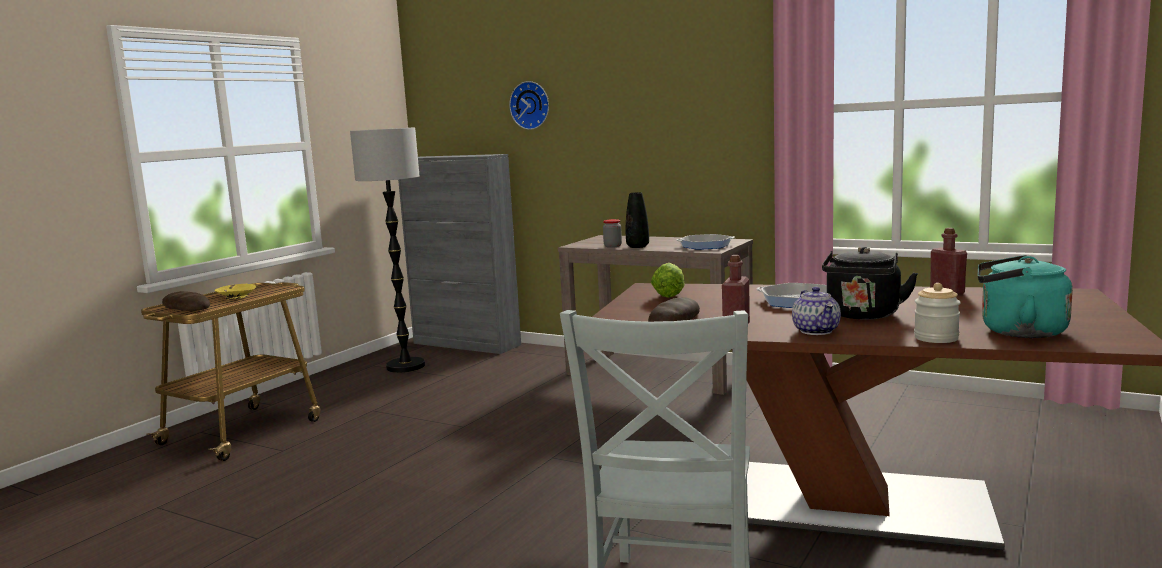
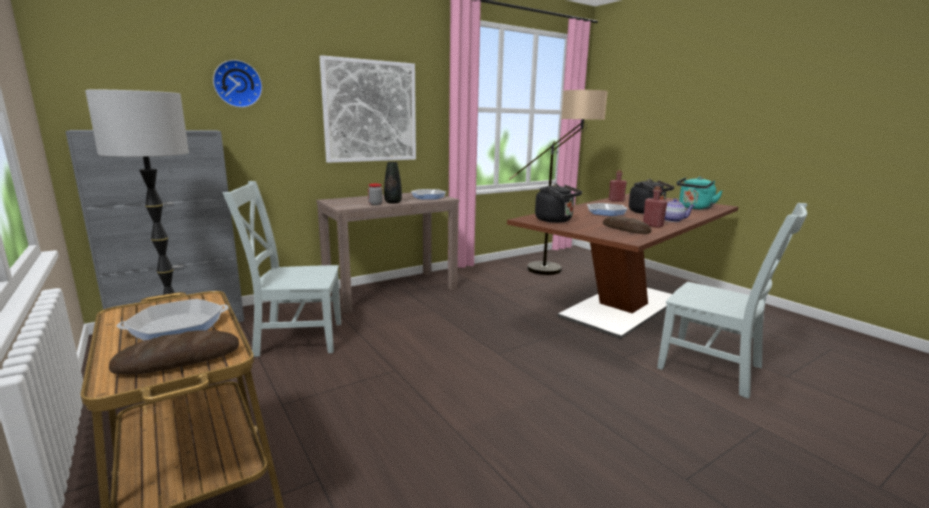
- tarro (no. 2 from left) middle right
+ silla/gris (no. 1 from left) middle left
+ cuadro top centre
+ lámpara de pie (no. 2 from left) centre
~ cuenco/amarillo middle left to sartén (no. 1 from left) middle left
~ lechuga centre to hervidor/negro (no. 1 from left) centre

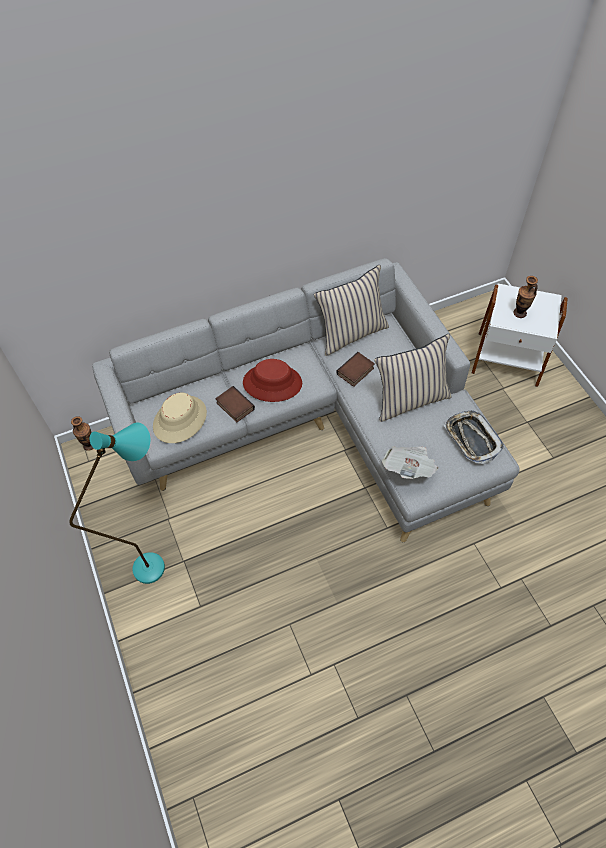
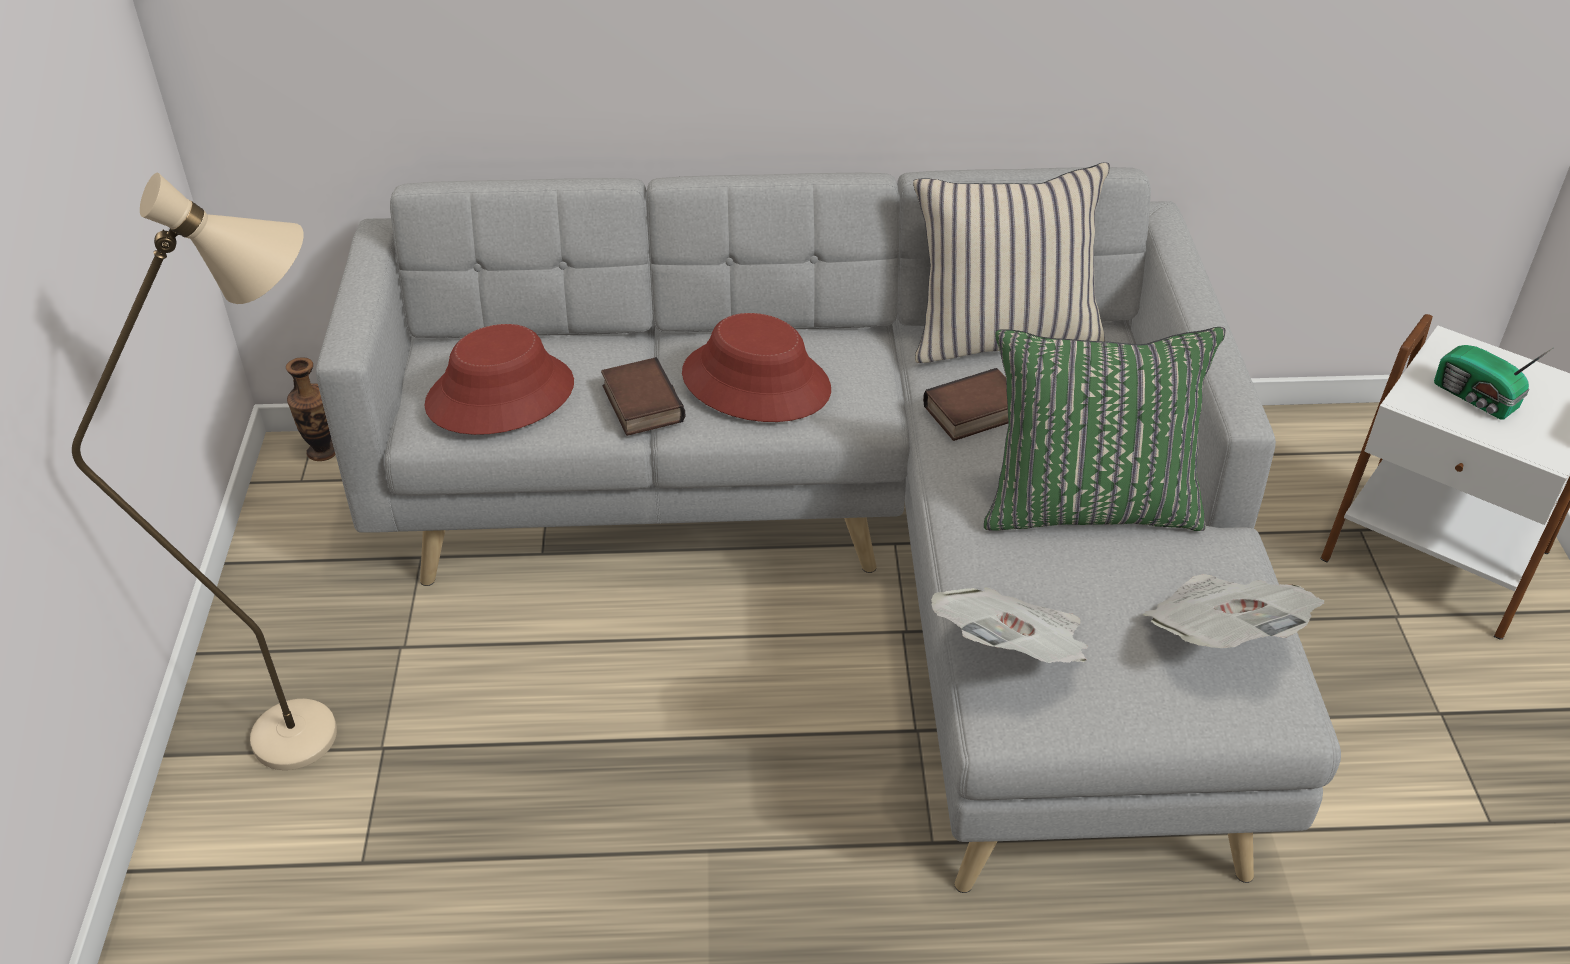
~ bandeja middle right to periódico (no. 2 from left) middle right
~ florero (no. 2 from left) middle right to radio middle right
~ lámpara de pie/turquesa middle left to lámpara de pie/beis middle left
~ sombrero/beis middle left to sombrero/rojo (no. 1 from left) middle left
~ cojín/beis (no. 2 from left) middle right to cojín/verde middle right

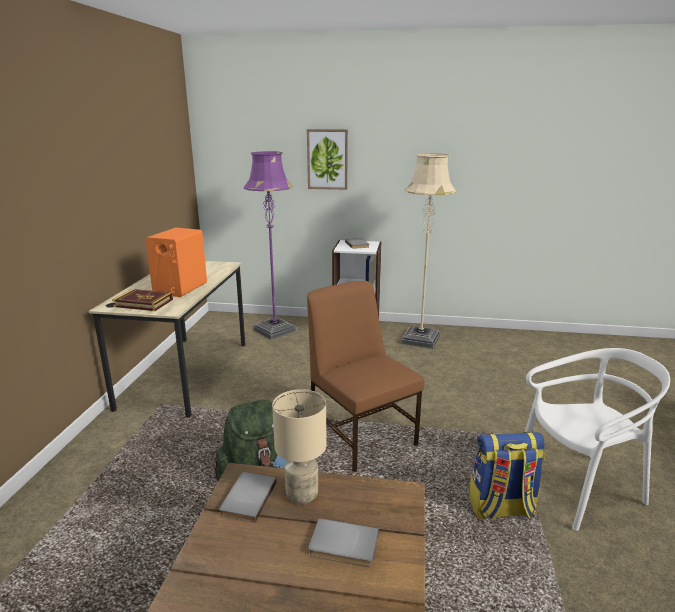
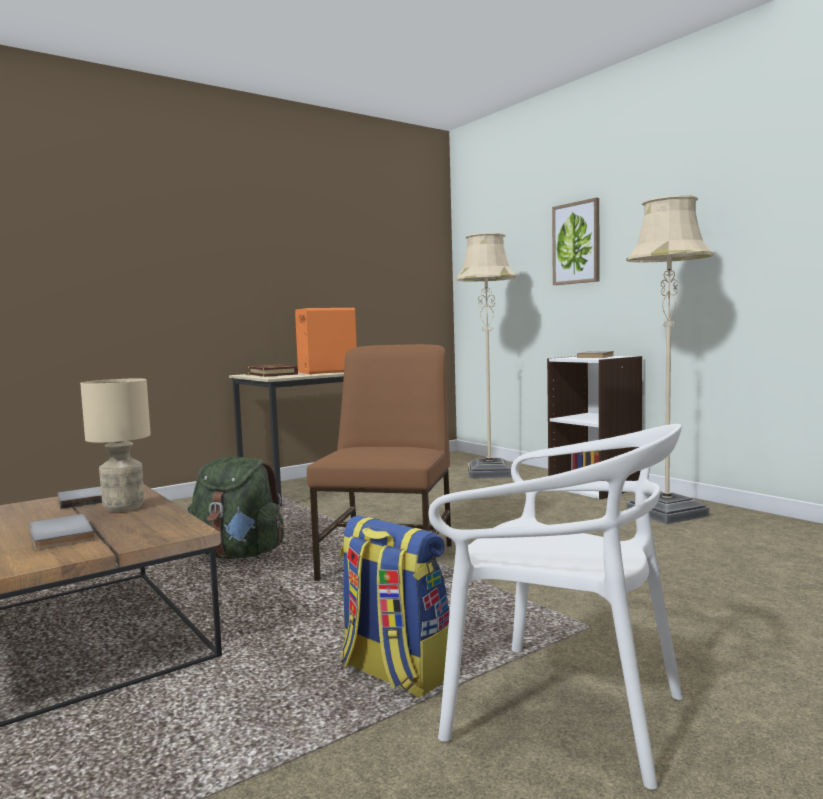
~ lámpara de pie/morado centre to lámpara de pie/beis (no. 1 from left) centre

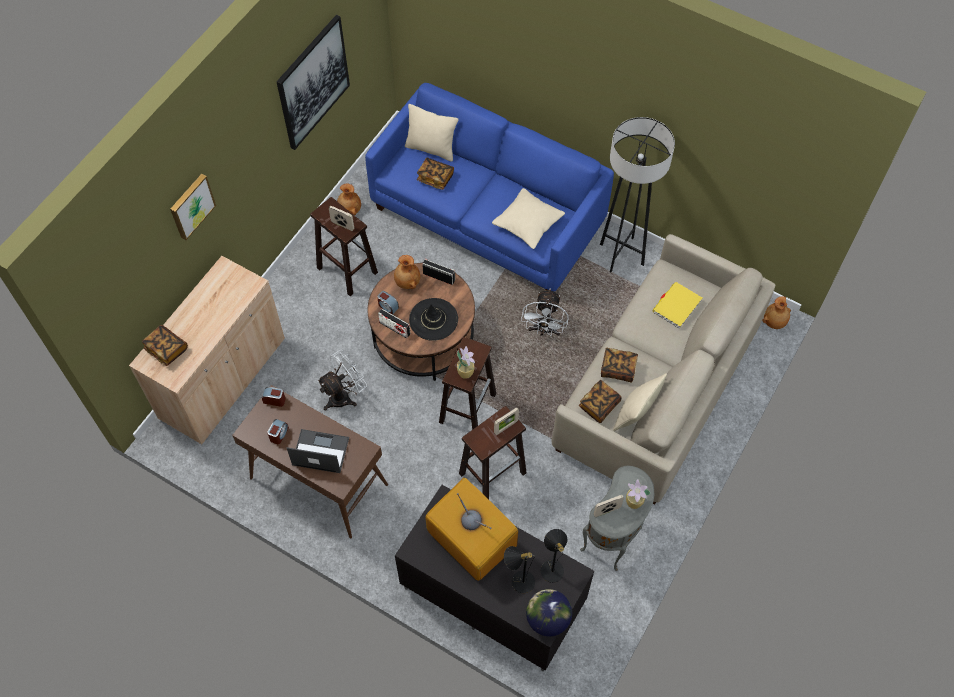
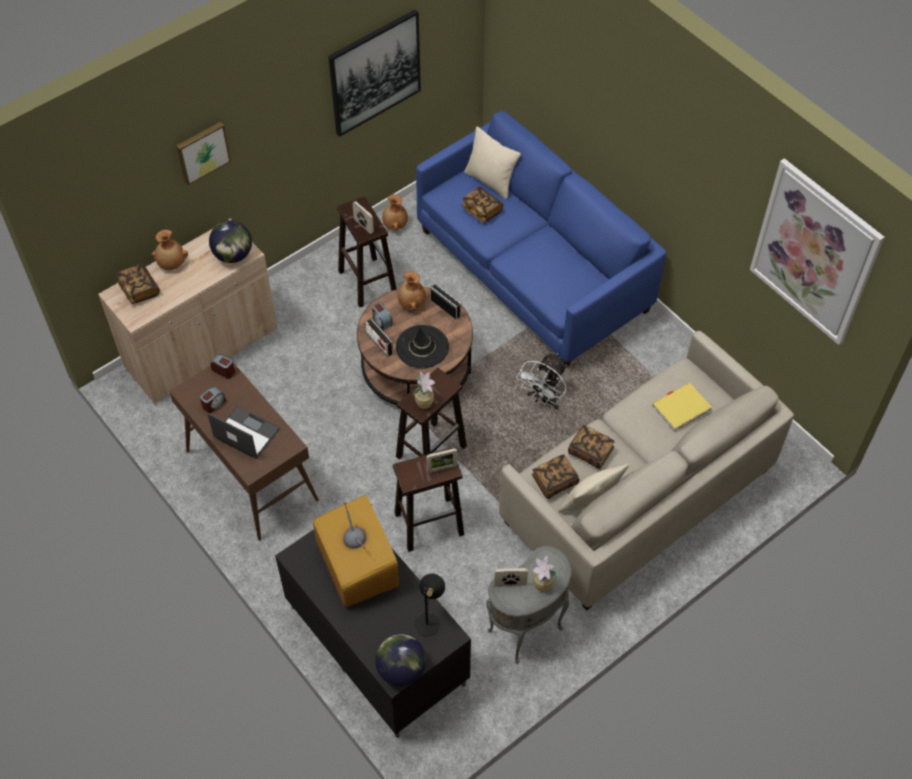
- ventilador/blanco (no. 1 from left) centre
- cojín/beis (no. 2 from left) top centre
- lámpara de mesa/negro (no. 1 from left) bottom centre
- lámpara de pie/gris top right
+ globo terráqueo (no. 1 from left) top left
+ cuadro (no. 3 from left) top right
~ florero/marrón (no. 3 from left in the first image) middle right to florero/marrón (no. 1 from left) top left

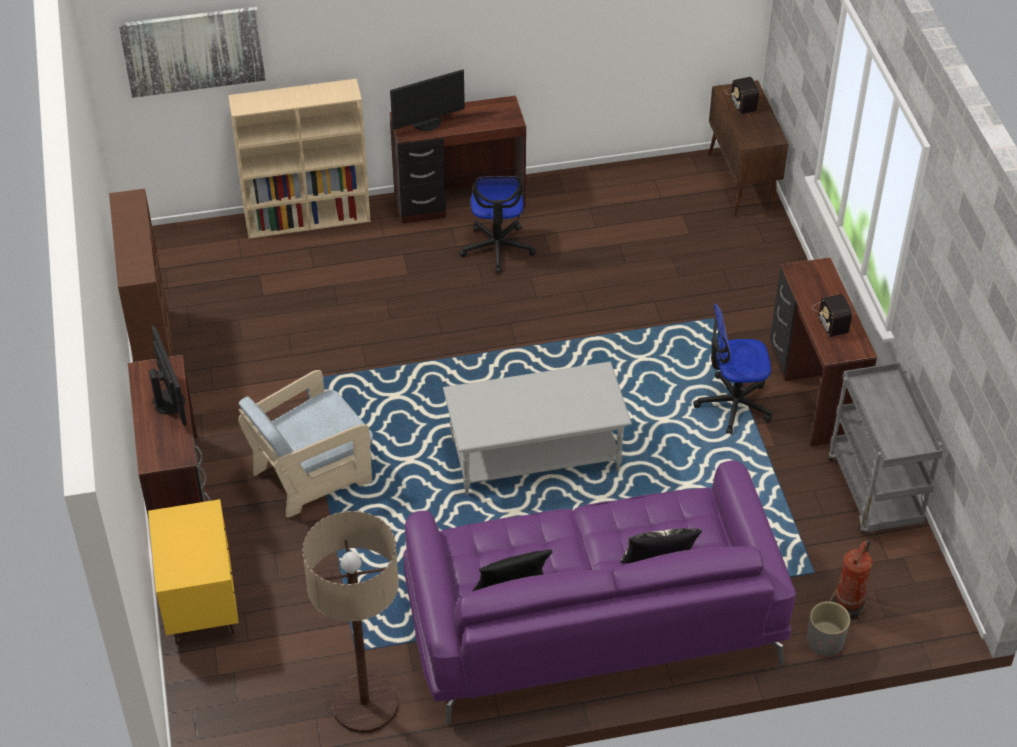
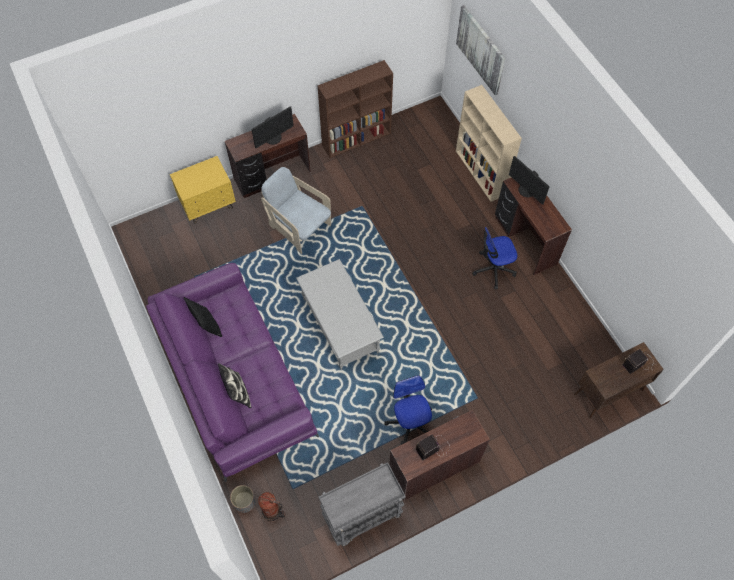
- lámpara de pie bottom centre

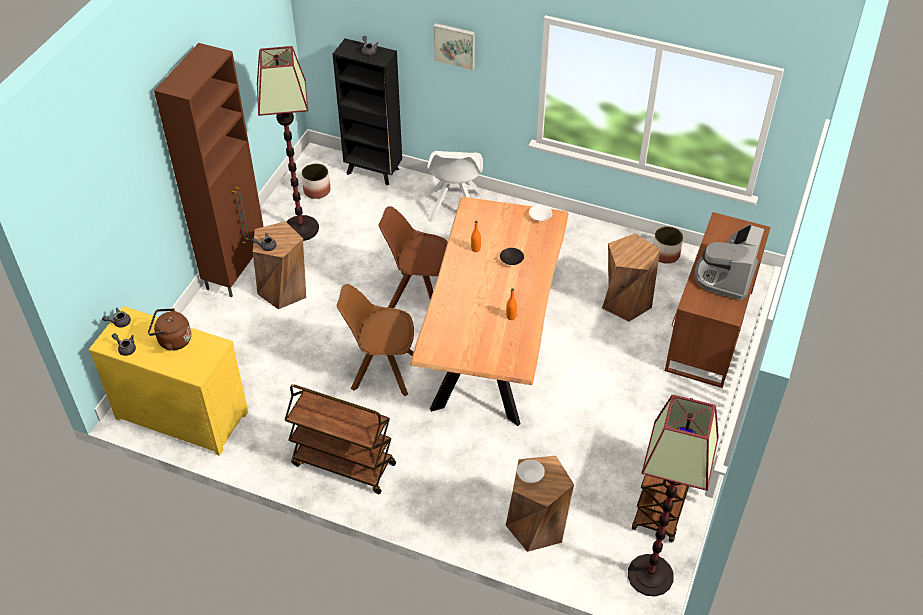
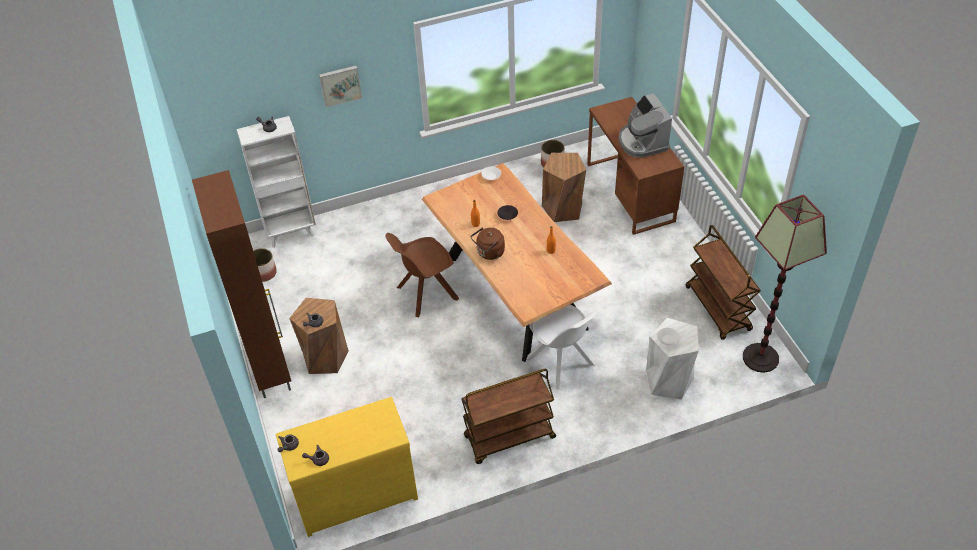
- lámpara de pie (no. 1 from left) top left
- silla/marrón (no. 1 from left) centre
~ hervidor/marrón middle left to centre
~ silla/blanco top centre to centre
~ estantería/negro top centre to estantería/blanco top left
~ taburete/marrón (no. 2 from left) bottom centre to taburete/blanco middle right

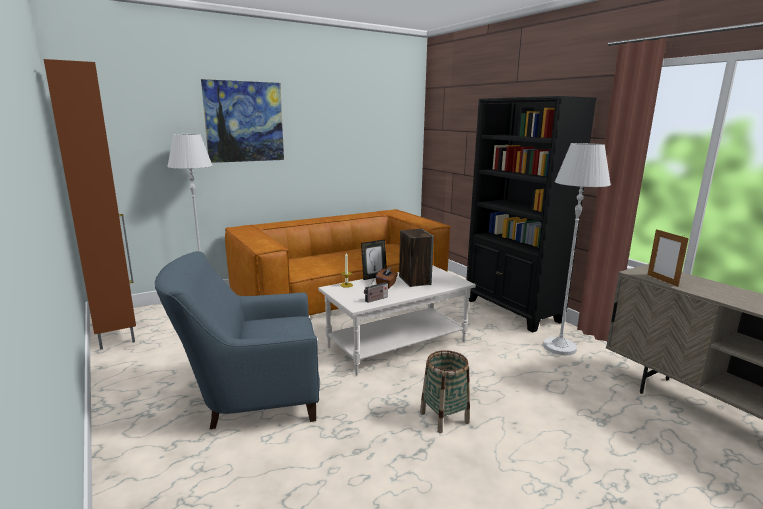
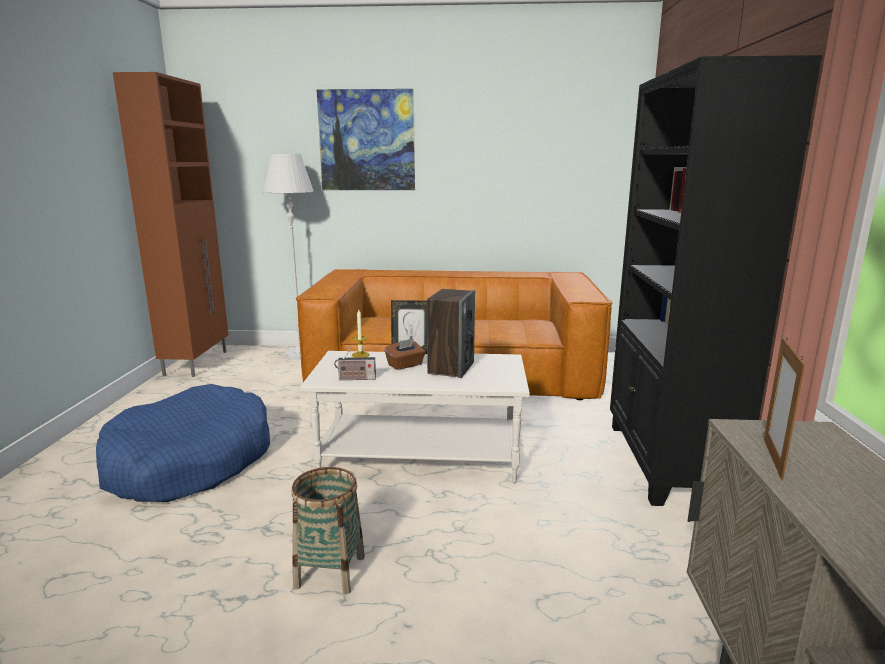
- lámpara de pie/blanco (no. 2 from left) middle right
~ sillón/azul bottom left to cama para perro/azul bottom left

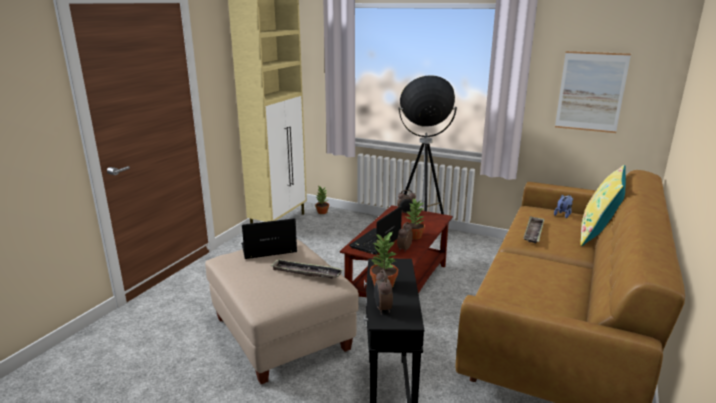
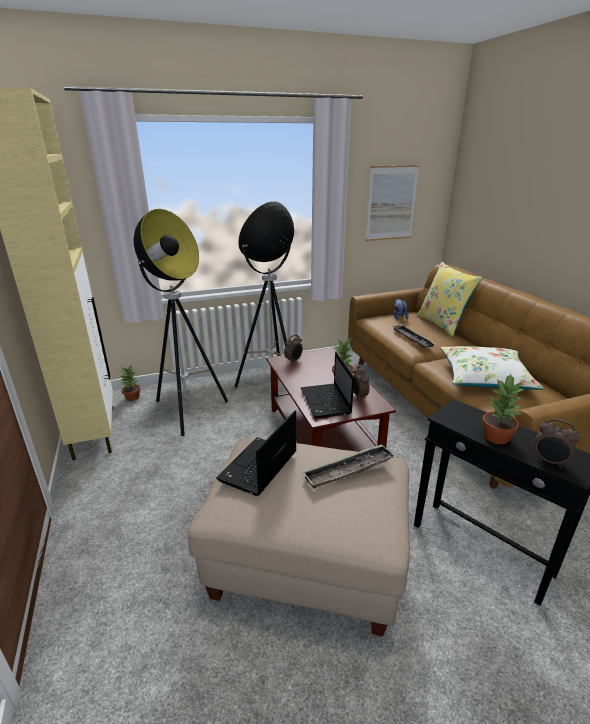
+ lámpara de pie (no. 1 from left) middle left
+ cojín/blanco middle right

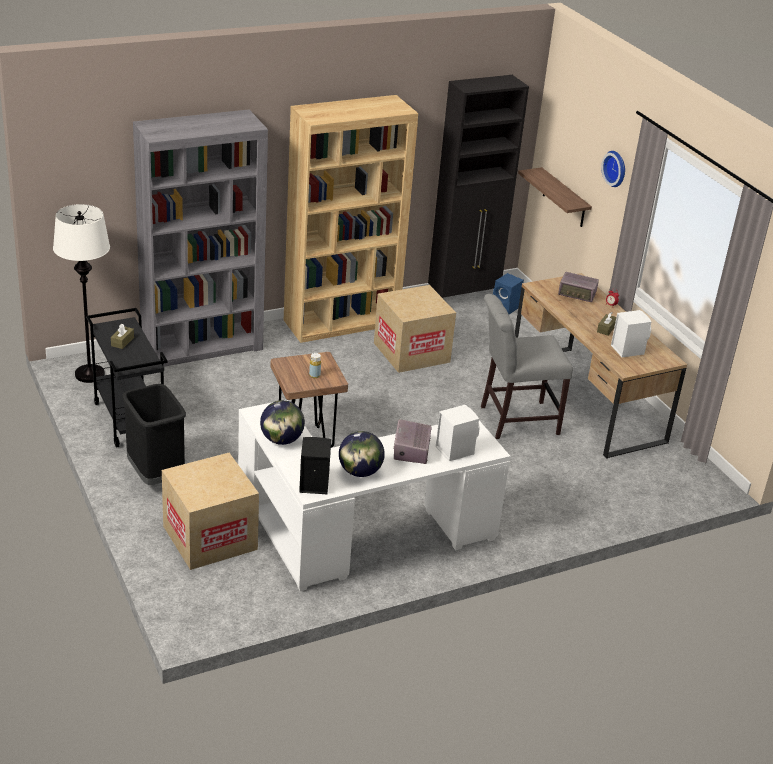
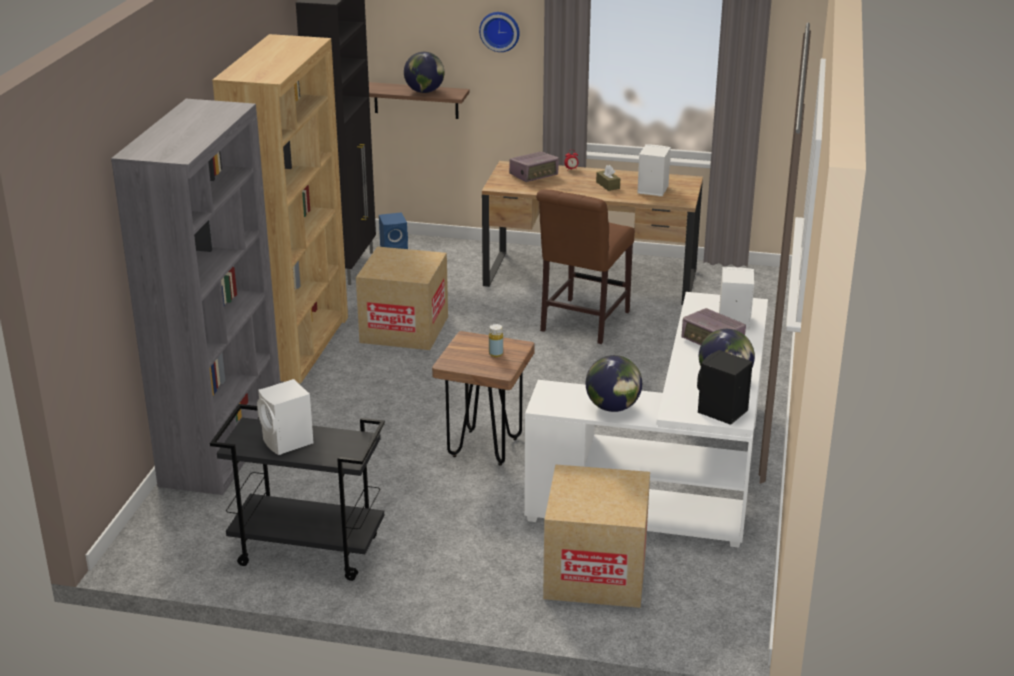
- lámpara de pie/blanco middle left
- papelera/negro middle left
+ globo terráqueo (no. 1 from left) top centre
~ caja de pañuelos/marrón (no. 1 from left) middle left to altavoz/blanco (no. 1 from left) middle left
~ silla/gris middle right to silla/marrón centre

